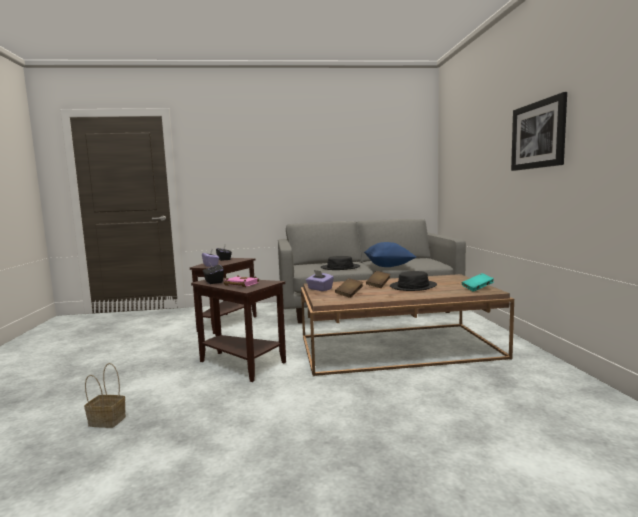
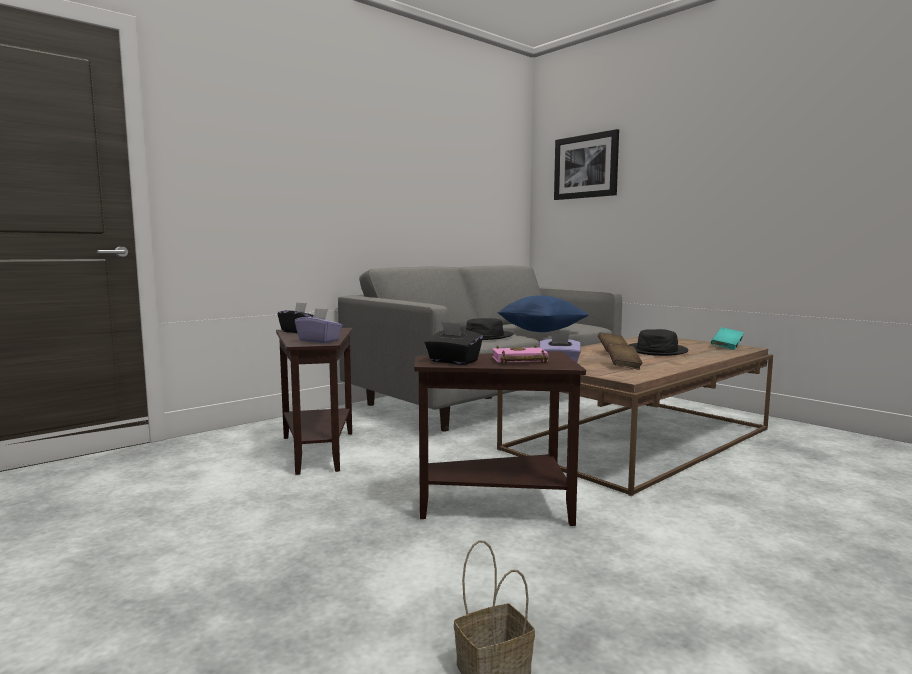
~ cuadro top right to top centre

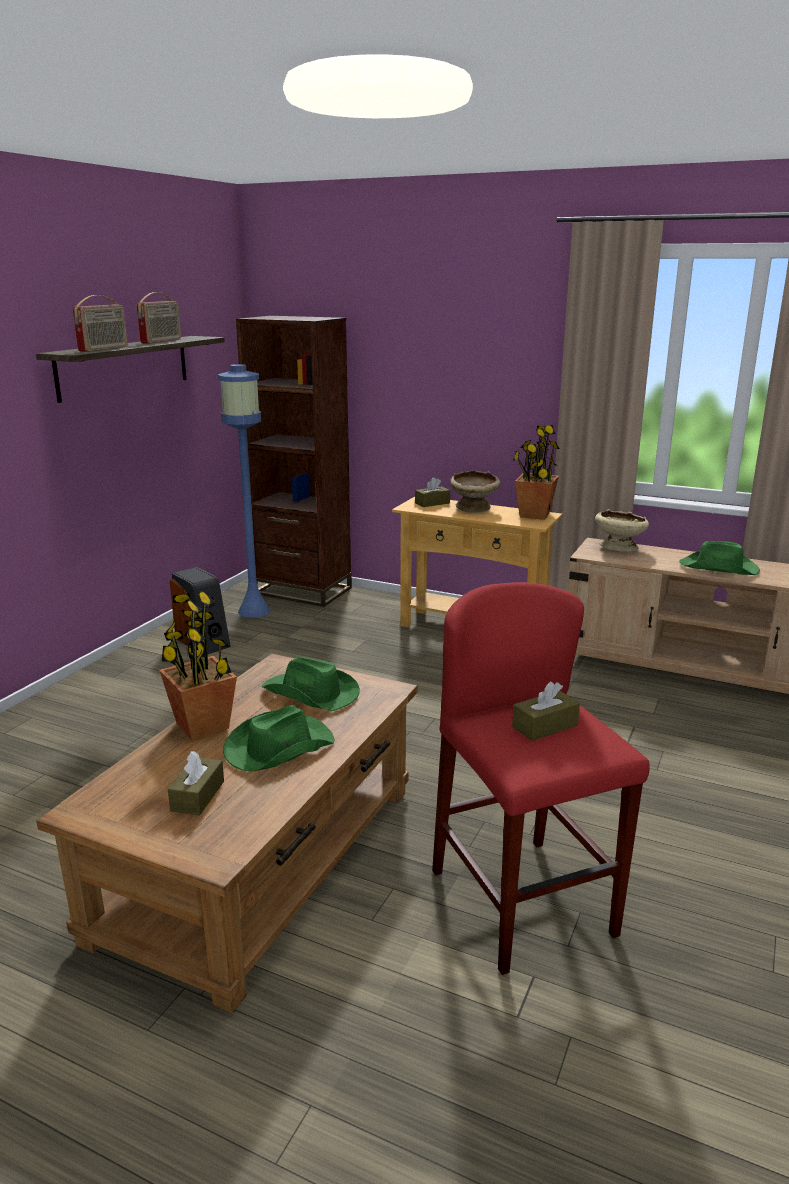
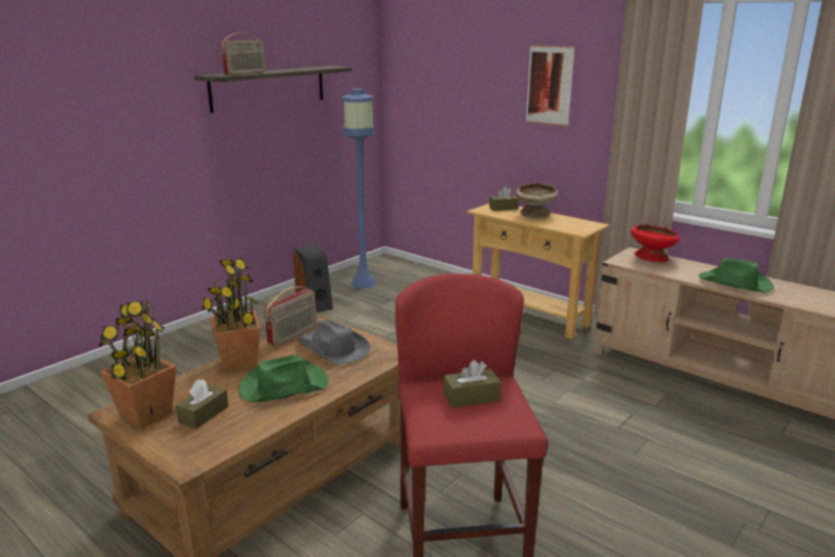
- estantería/marrón centre
+ cuadro top centre
~ radio (no. 2 from left) top left to centre
~ planta en maceta (no. 2 from left in the first image) middle right to planta en maceta (no. 1 from left) middle left
~ sombrero/verde (no. 2 from left) centre to sombrero/gris centre
~ cuenco/beis (no. 2 from left) middle right to cuenco/rojo middle right

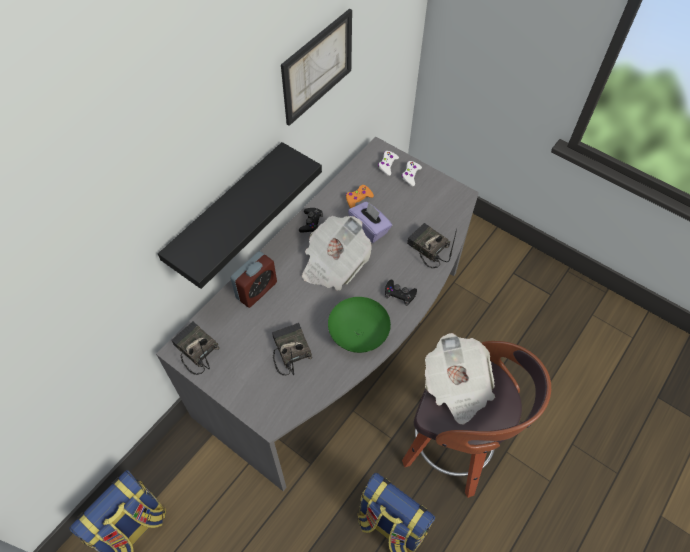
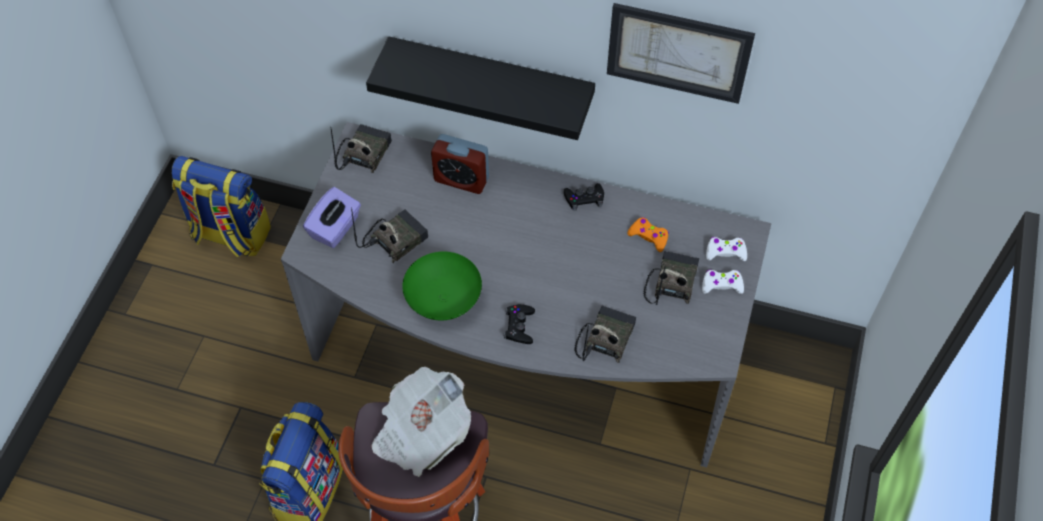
- periódico (no. 1 from left) centre
+ radio (no. 4 from left) centre
~ caja de pañuelos/morado centre to middle left

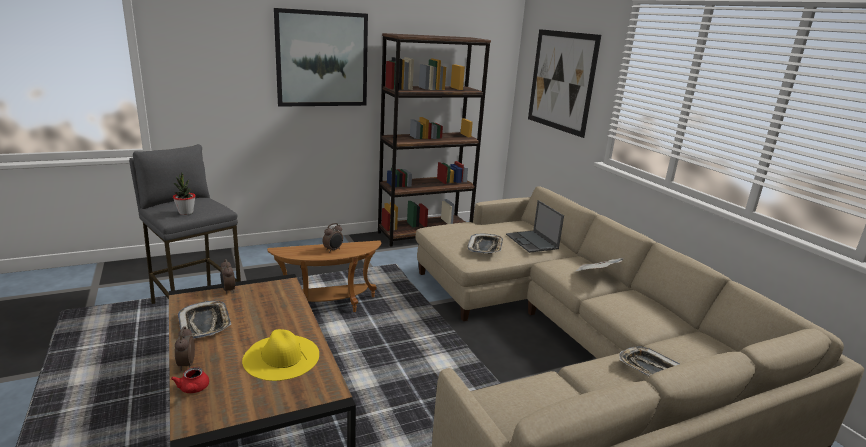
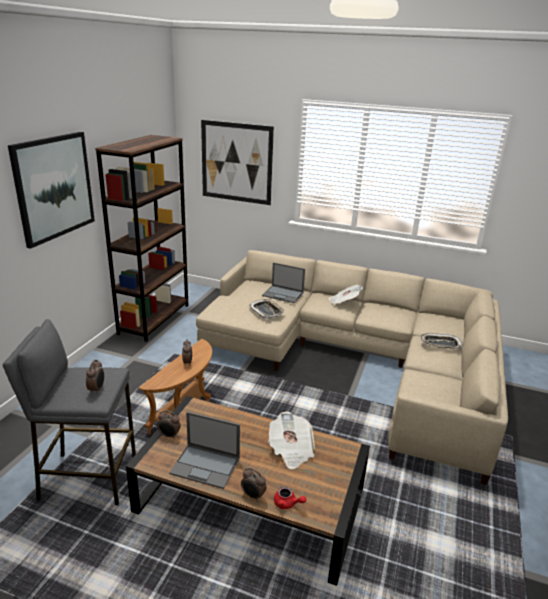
~ planta en maceta middle left to despertador (no. 1 from left) middle left
~ bandeja (no. 1 from left) bottom left to portátil (no. 1 from left) bottom centre
~ sombrero/amarillo bottom left to periódico (no. 1 from left) bottom centre

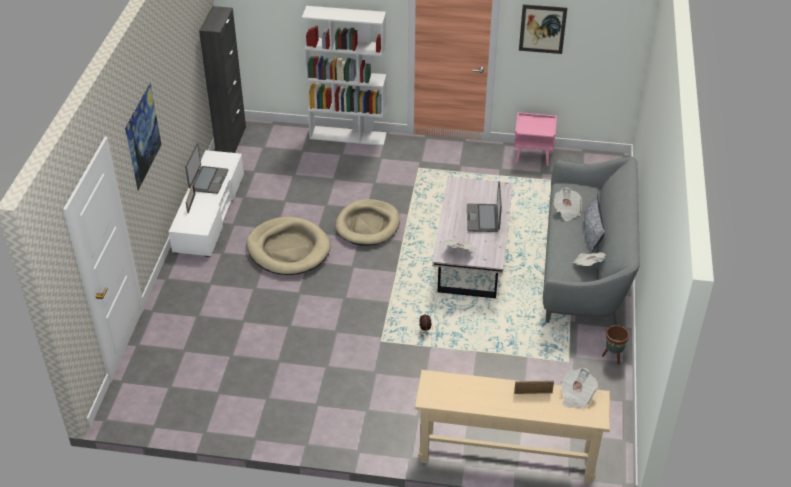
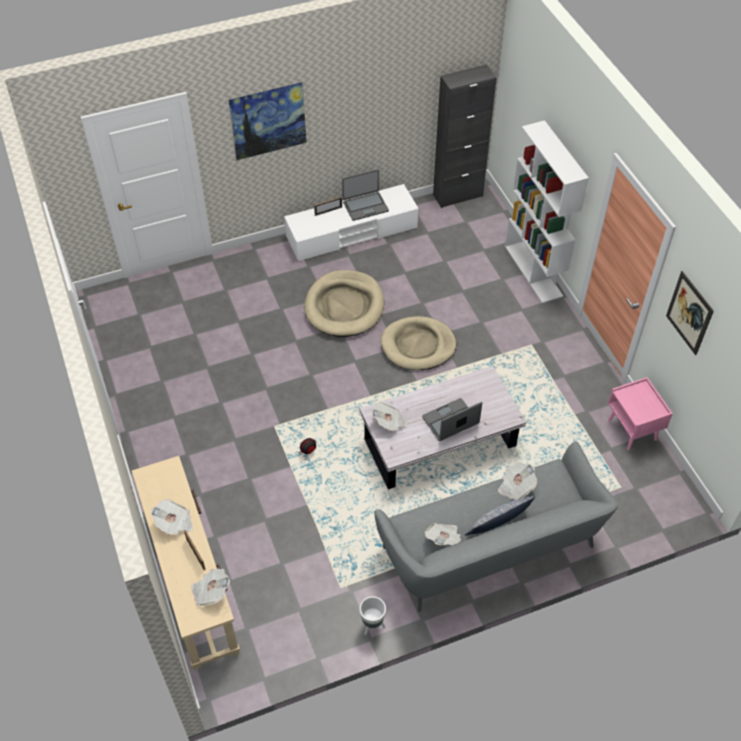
+ periódico (no. 1 from left) bottom left
~ maceta/marrón bottom right to maceta/blanco bottom centre

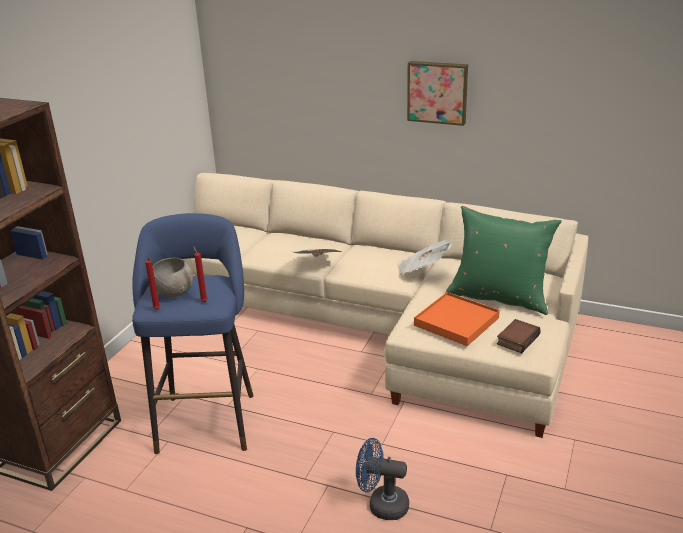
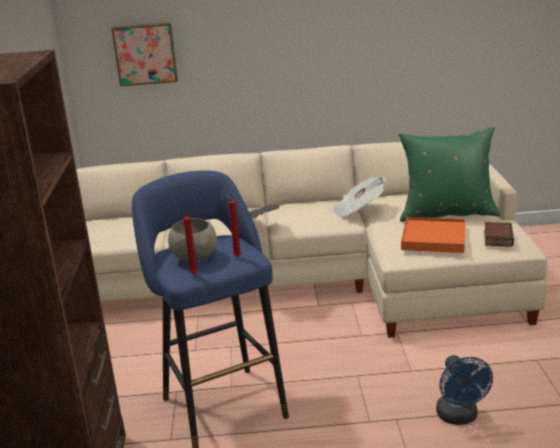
~ cuadro top centre to top left
~ ventilador/azul bottom centre = bottom right 90 degrees counterclockwise

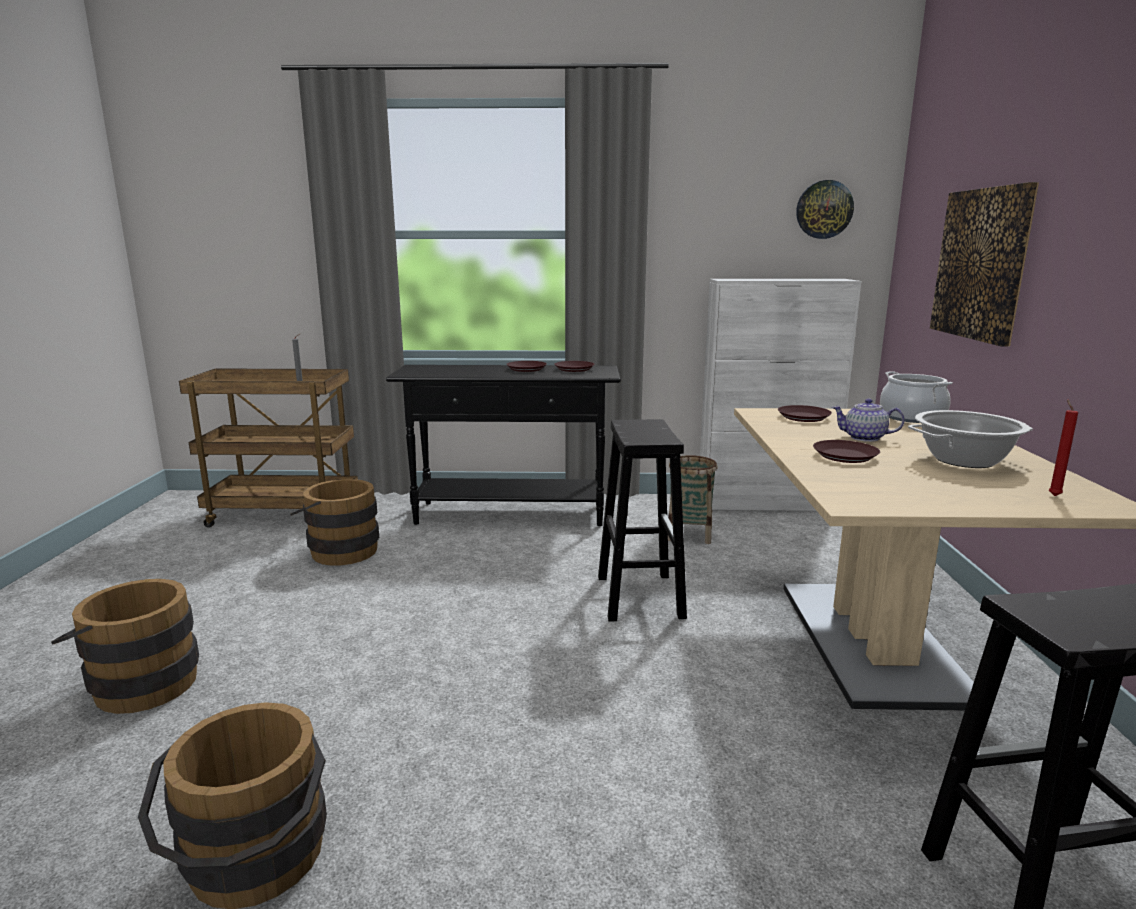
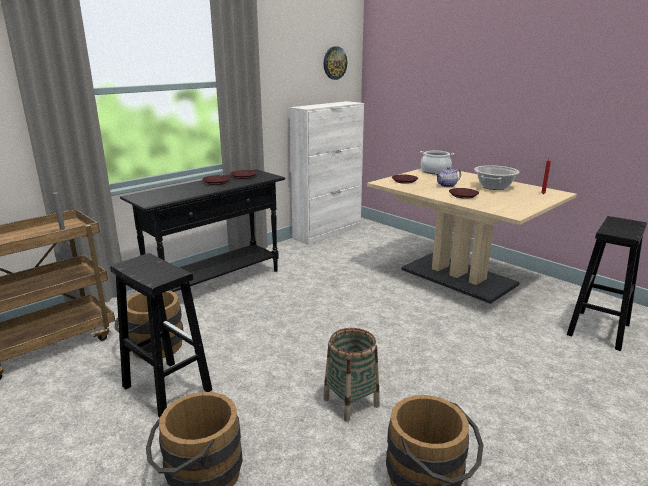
- cuadro top right
~ taburete/negro (no. 1 from left) centre to bottom left
~ cesta centre to bottom centre

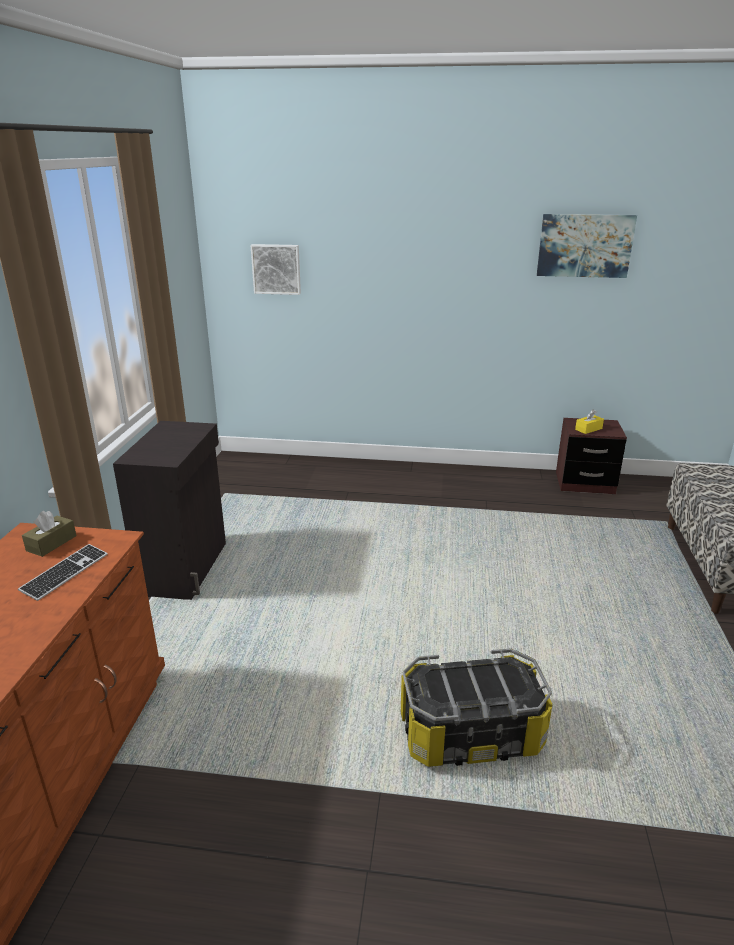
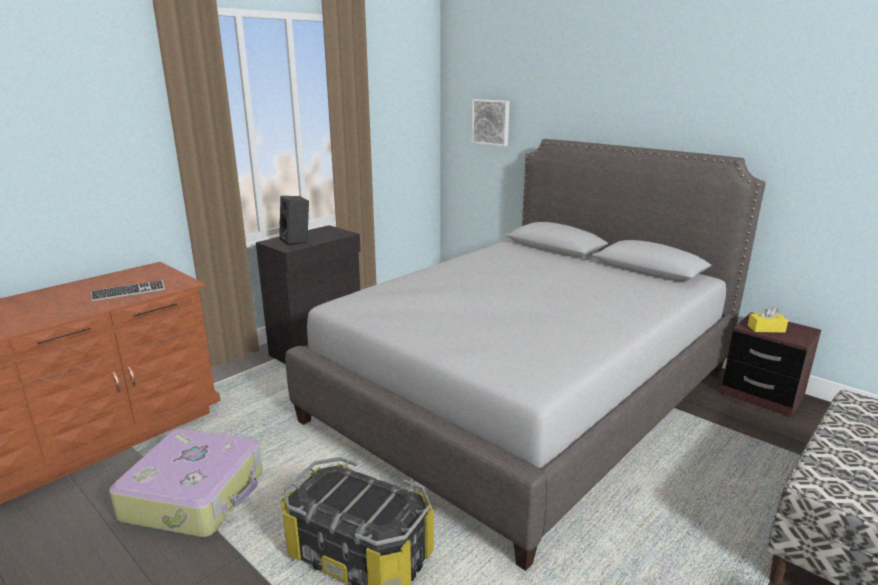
- caja de pañuelos/marrón middle left
- cuadro (no. 2 from left) top right
+ maleta bottom left
+ altavoz/negro centre
+ cama/gris centre

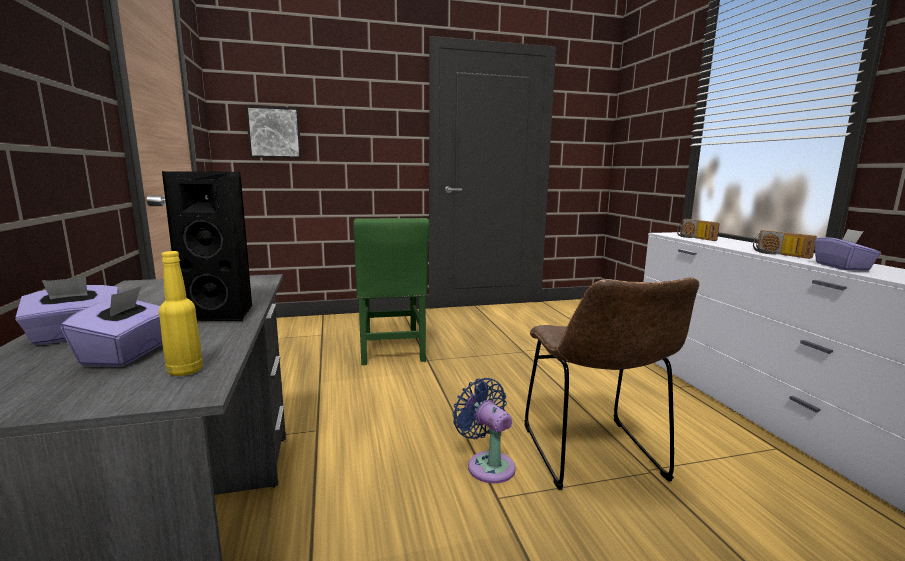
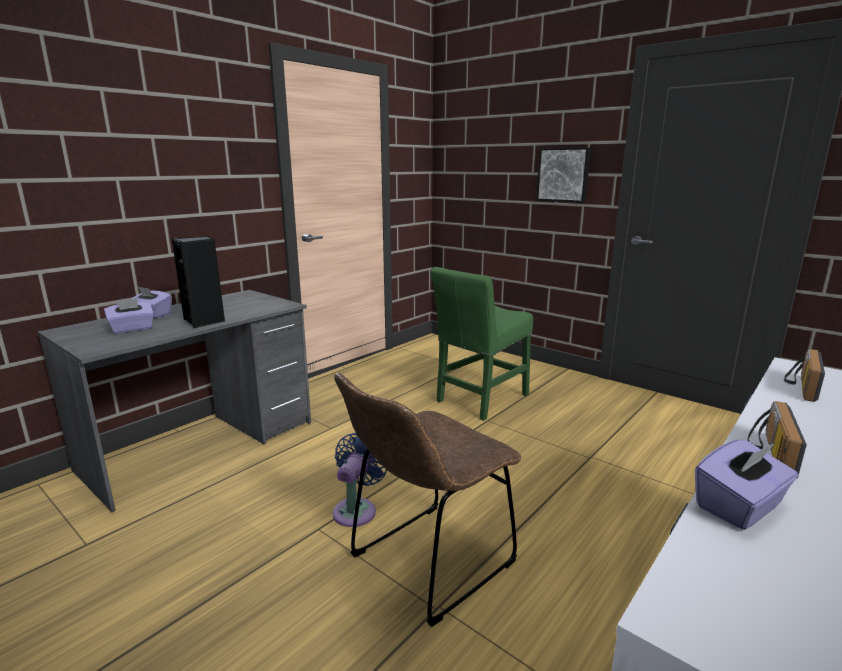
- botella/amarillo middle left
~ cuadro top left to top right

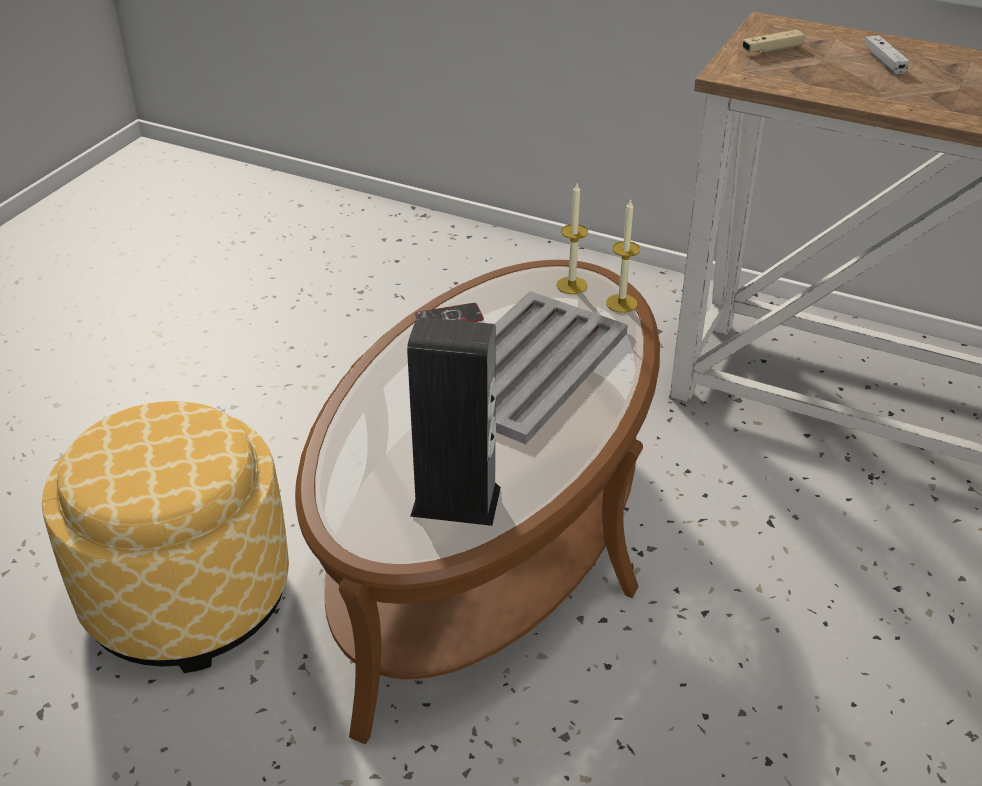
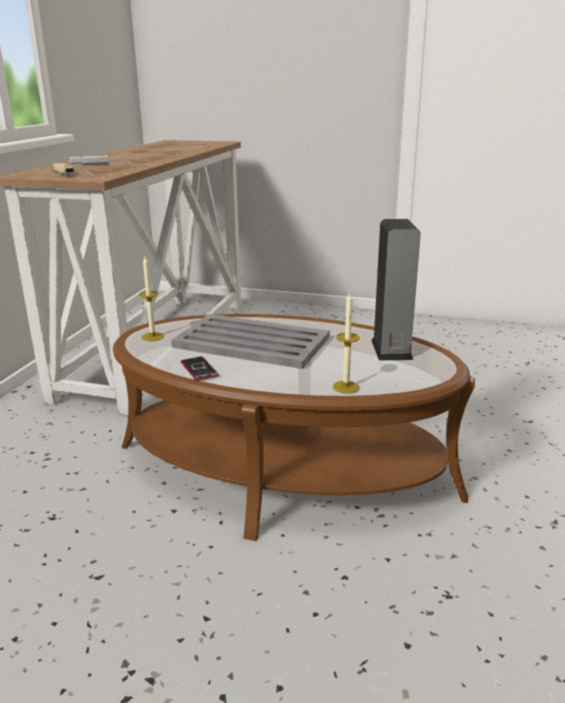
- puf bottom left
~ vela (no. 2 from left) top centre to centre

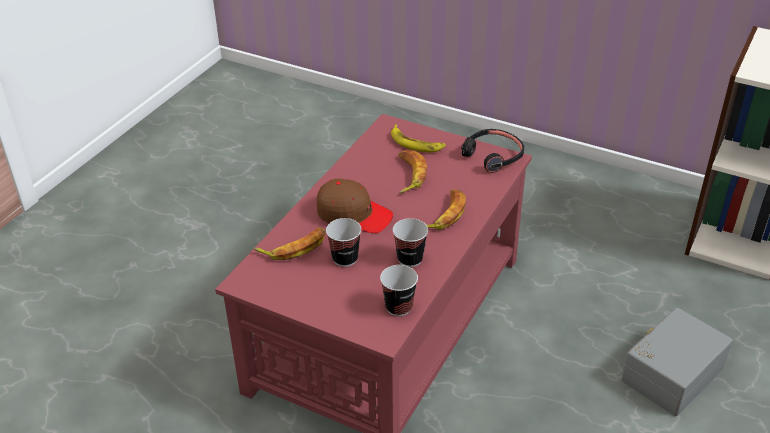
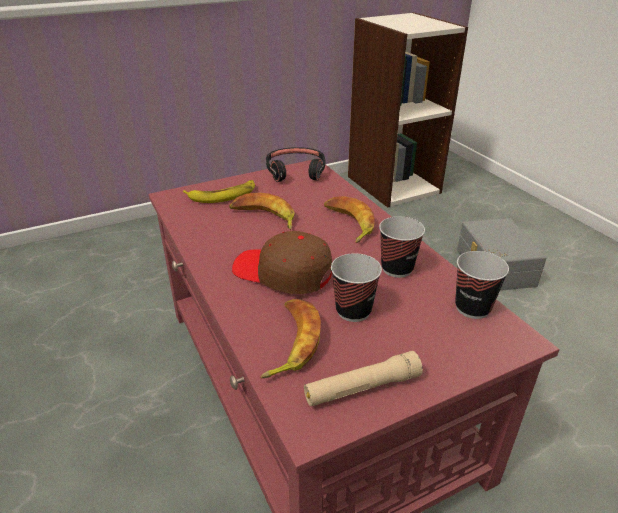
+ linterna/beis bottom centre
~ gorra/marrón centre = centre 120 degrees counterclockwise

